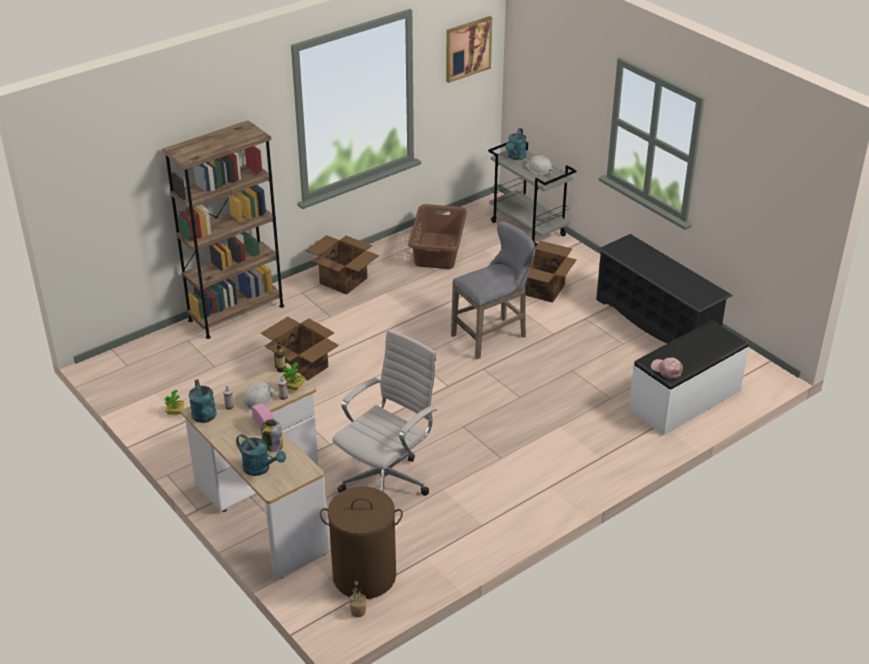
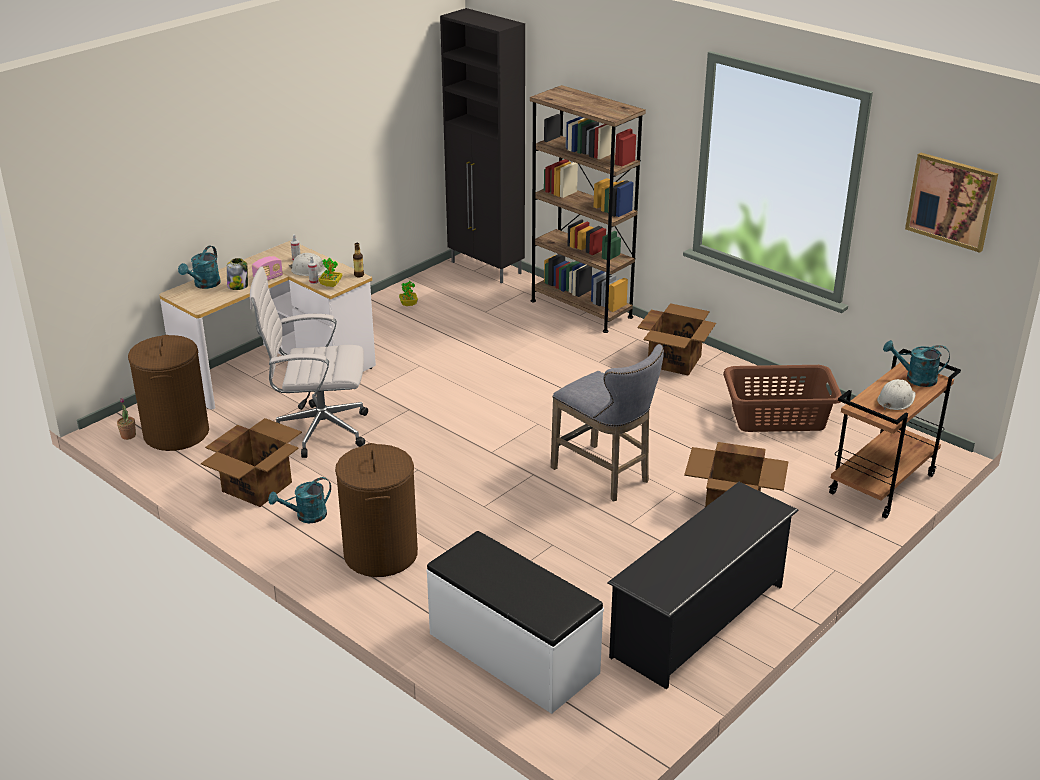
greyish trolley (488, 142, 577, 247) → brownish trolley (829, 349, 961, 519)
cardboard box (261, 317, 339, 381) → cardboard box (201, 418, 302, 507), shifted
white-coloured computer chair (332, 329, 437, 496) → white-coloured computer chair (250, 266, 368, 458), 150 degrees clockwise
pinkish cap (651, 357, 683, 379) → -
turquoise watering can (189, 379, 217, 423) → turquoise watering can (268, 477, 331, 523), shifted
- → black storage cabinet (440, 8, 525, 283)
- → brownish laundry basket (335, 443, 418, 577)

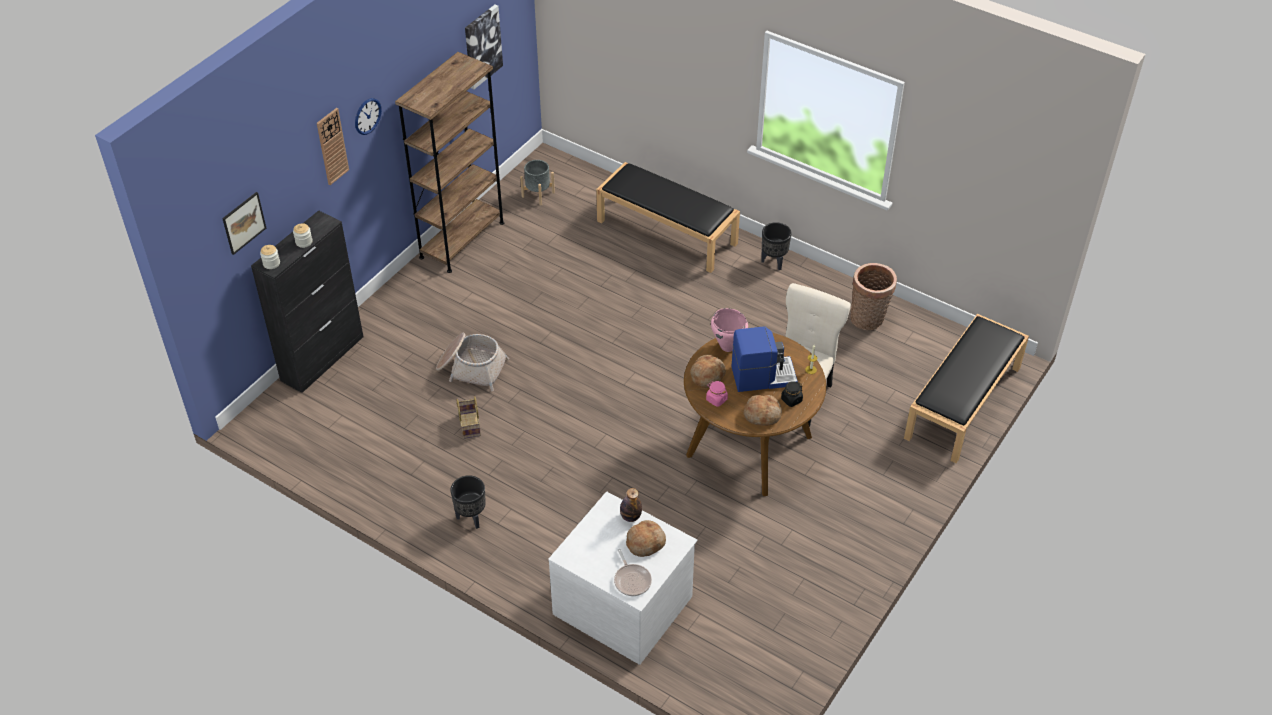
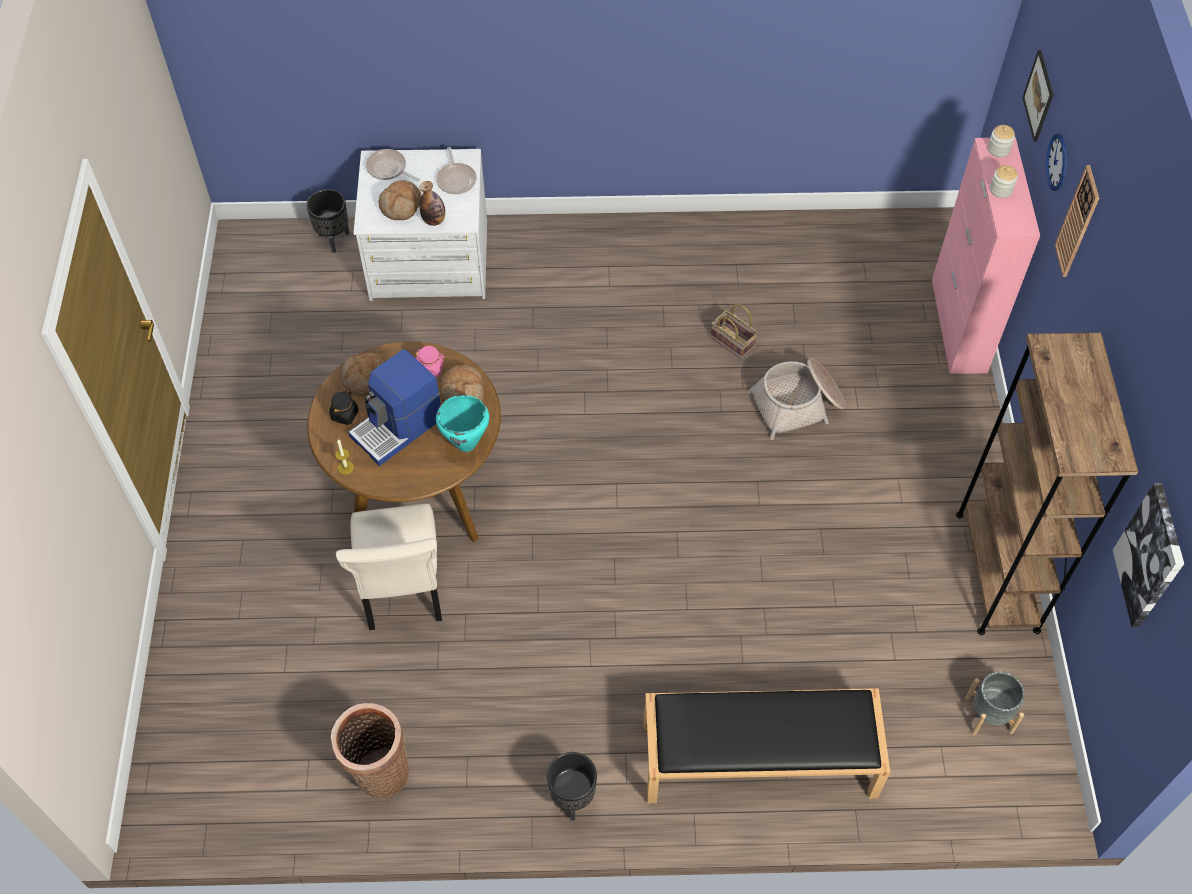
wall clock (355, 98, 382, 135) → wall clock (1046, 134, 1067, 191), shifted
black storage cabinet (251, 210, 363, 393) → pinkish storage cabinet (932, 137, 1040, 374)
pinkish saucepot (711, 308, 748, 352) → turquoise saucepot (436, 395, 489, 452)
black indoor bench (904, 314, 1029, 463) → -
black planter (450, 475, 486, 529) → black planter (306, 189, 349, 253), shifted
- → skillet (436, 147, 477, 194)

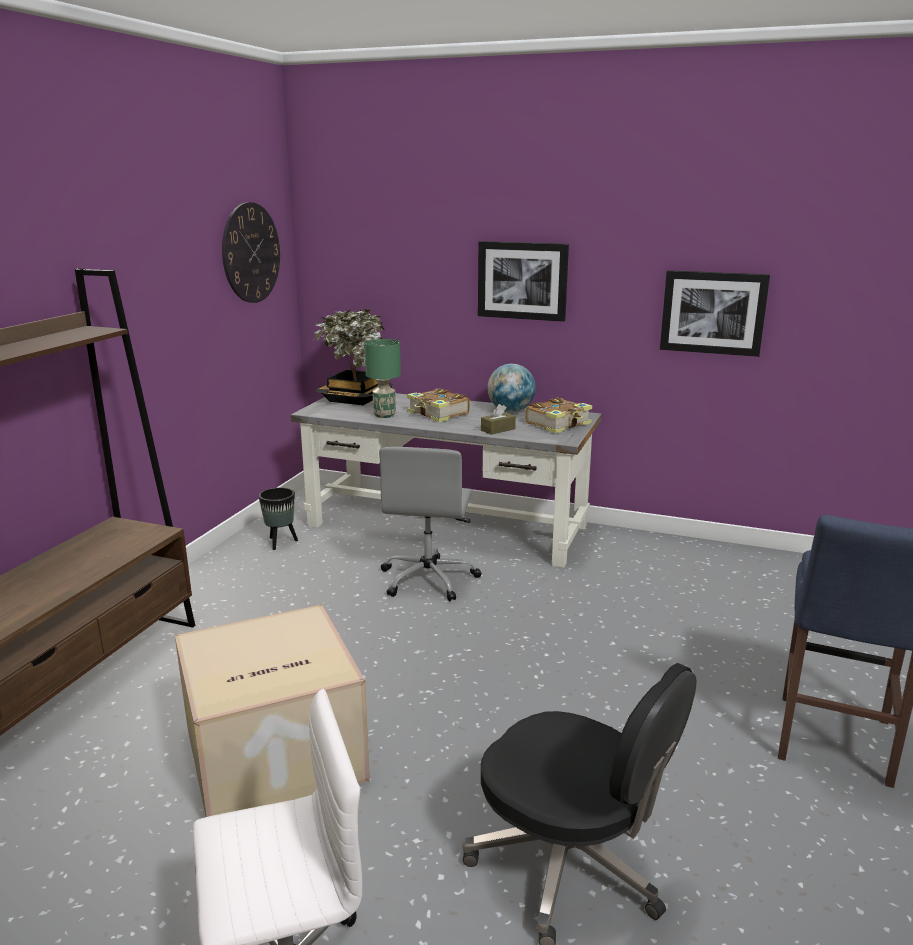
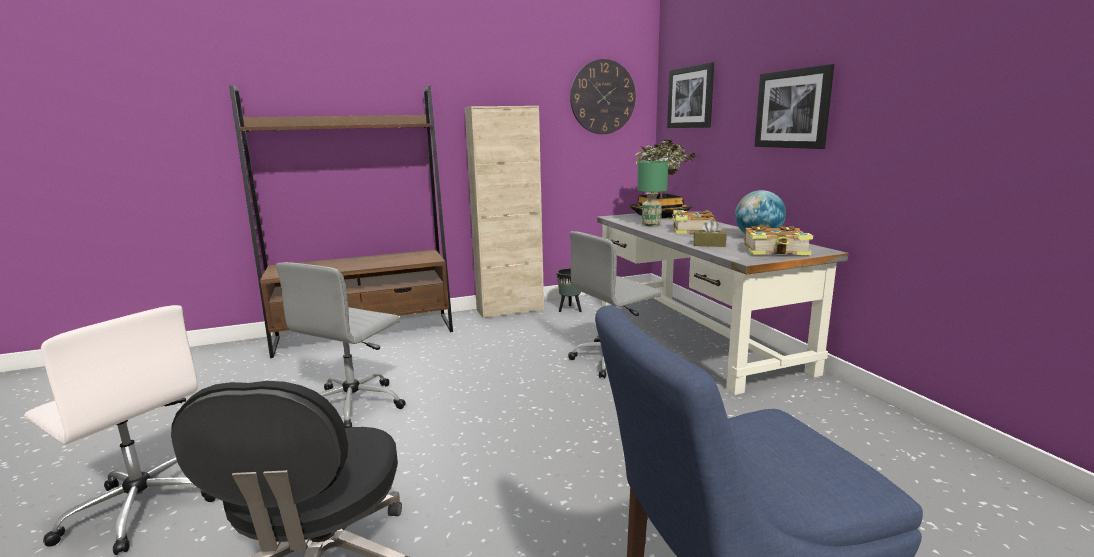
picture (660, 270, 770, 357) → picture (667, 62, 714, 128), shifted
cardboard box (175, 605, 370, 817) → greyish computer chair (276, 262, 406, 428)
- → sand-coloured storage cabinet (465, 106, 544, 319)

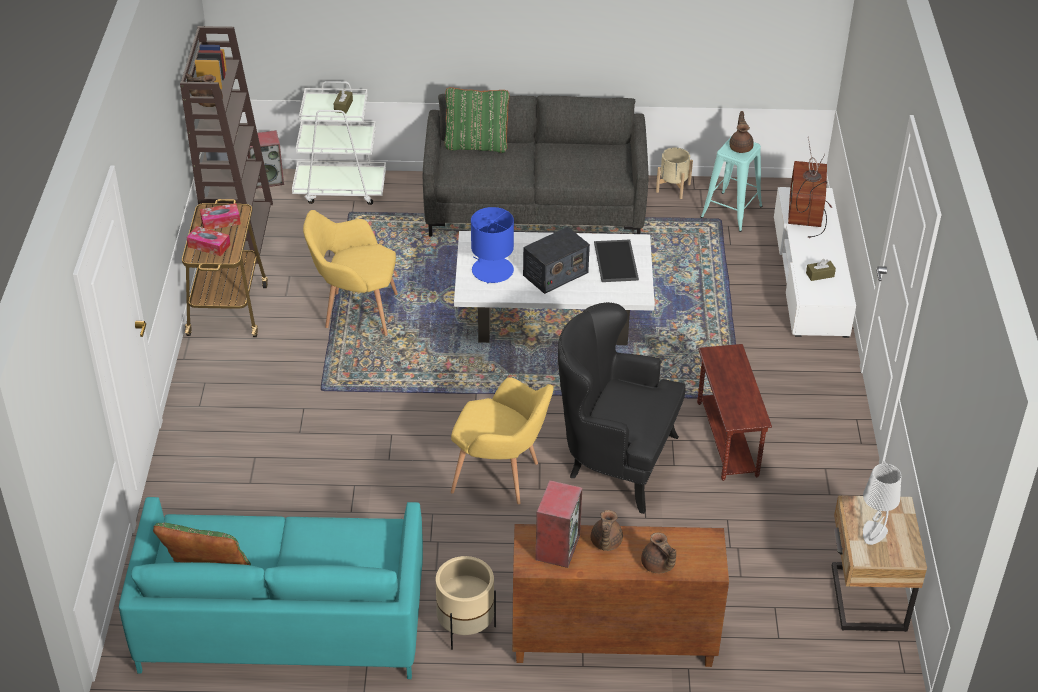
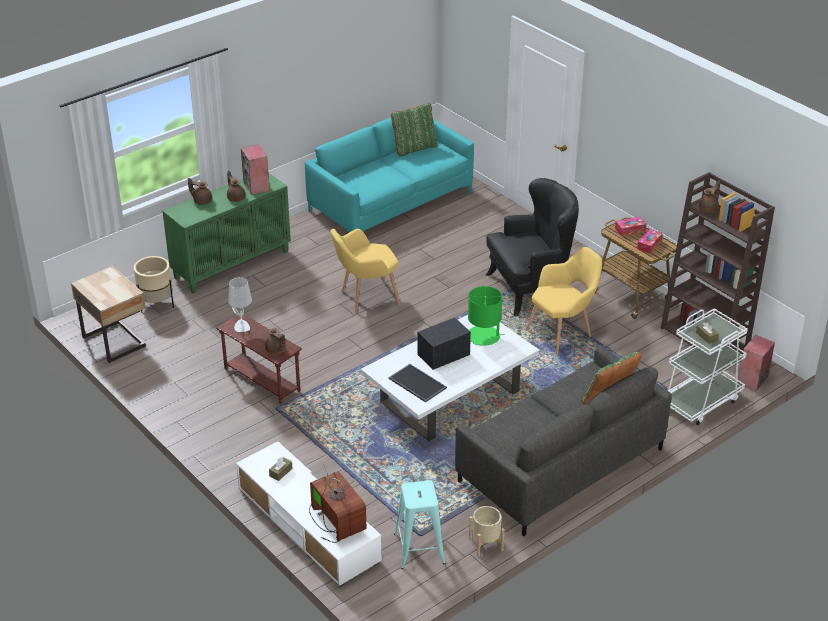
brownish pot for tea (729, 111, 754, 153) → brownish pot for tea (265, 328, 286, 354), shifted
blue-coloured table lamp (471, 207, 514, 283) → greenish table lamp (468, 286, 505, 346)
radio set (523, 227, 590, 294) → radio set (418, 317, 471, 370), 45 degrees clockwise
black armchair (558, 302, 685, 514) → black armchair (486, 178, 579, 316), shifted
greyish table lamp (863, 463, 901, 545) → greyish table lamp (228, 277, 252, 332), shifted
brownish storage cabinet (512, 524, 729, 667) → greenish storage cabinet (163, 173, 291, 294)
sand-coloured planter (436, 556, 496, 650) → sand-coloured planter (134, 256, 174, 312), shifted

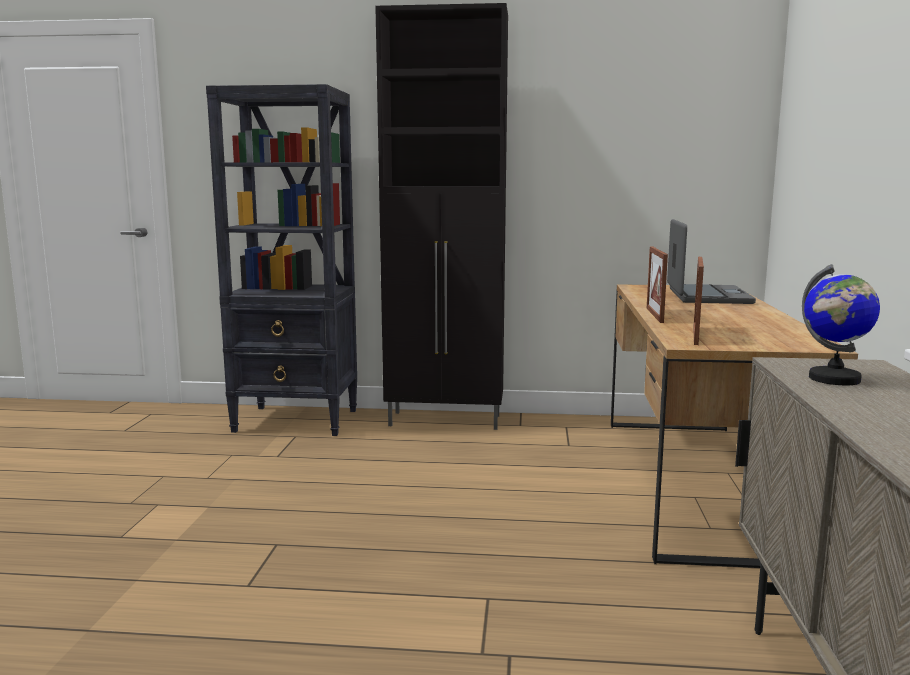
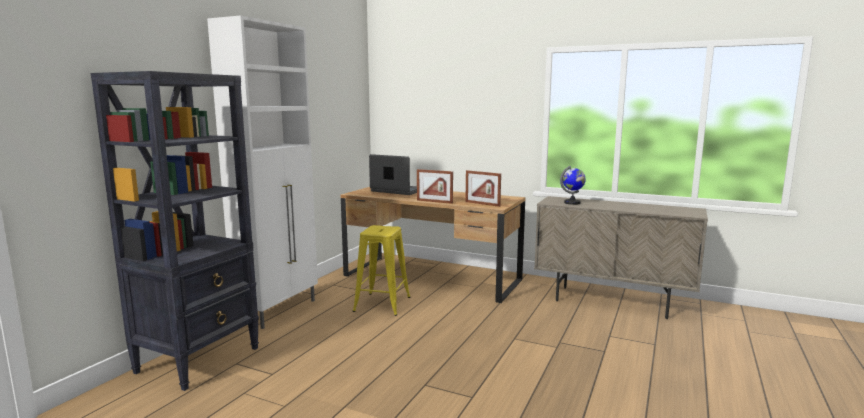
black storage cabinet (375, 3, 508, 430) → white-coloured storage cabinet (207, 15, 318, 329)
- → yellow-coloured stool seat (353, 225, 410, 316)

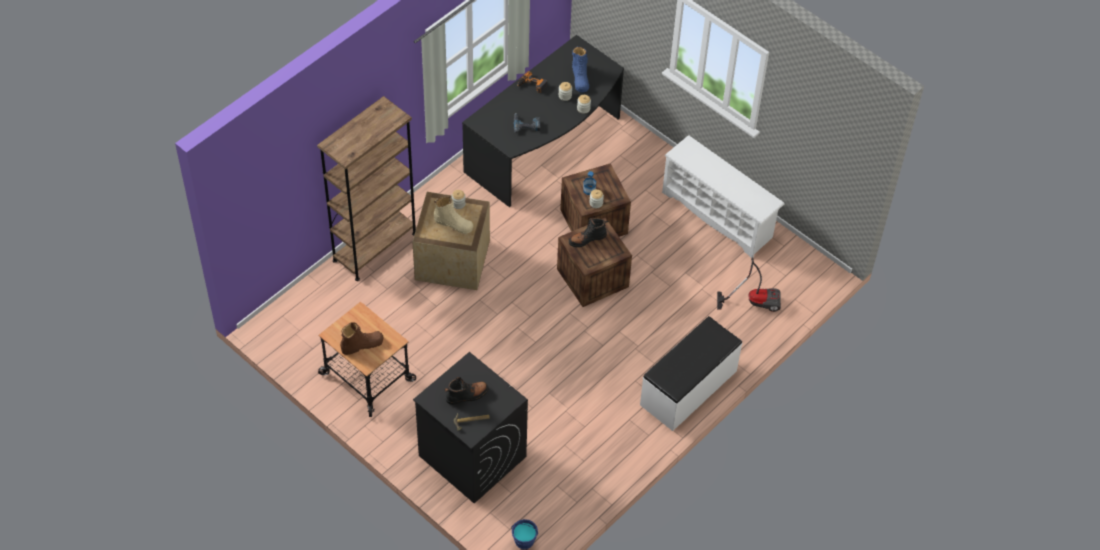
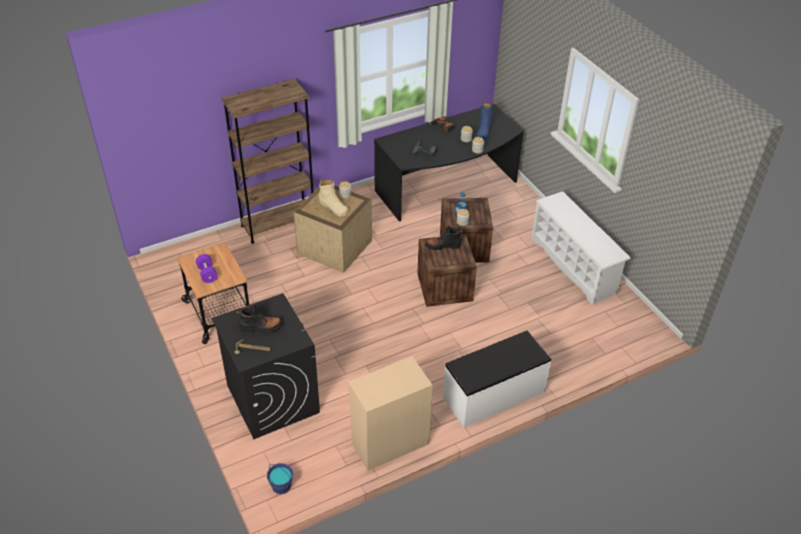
vacuum cleaner (717, 258, 781, 312) → -
brownish high-top boot (340, 322, 383, 355) → purple hand weight (196, 254, 218, 283)
- → sand-coloured storage cabinet (348, 356, 432, 471)

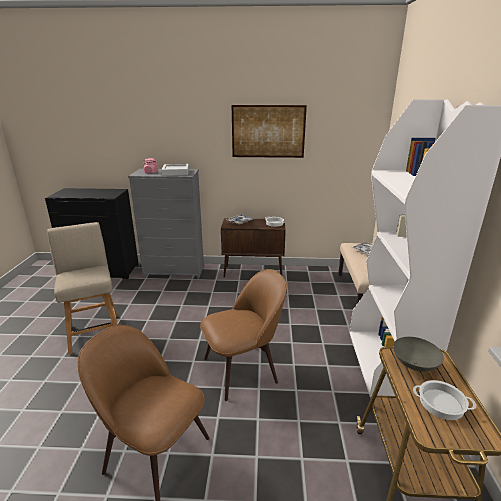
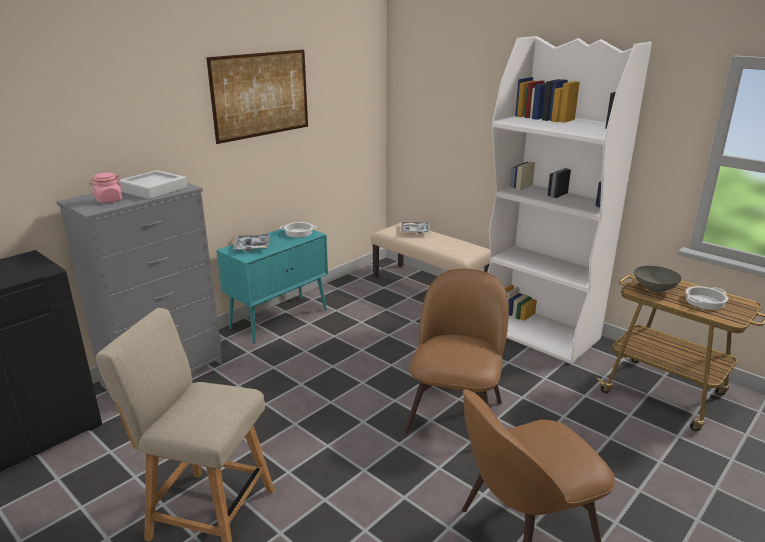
brownish storage cabinet (221, 218, 286, 278) → turquoise storage cabinet (216, 228, 328, 344)

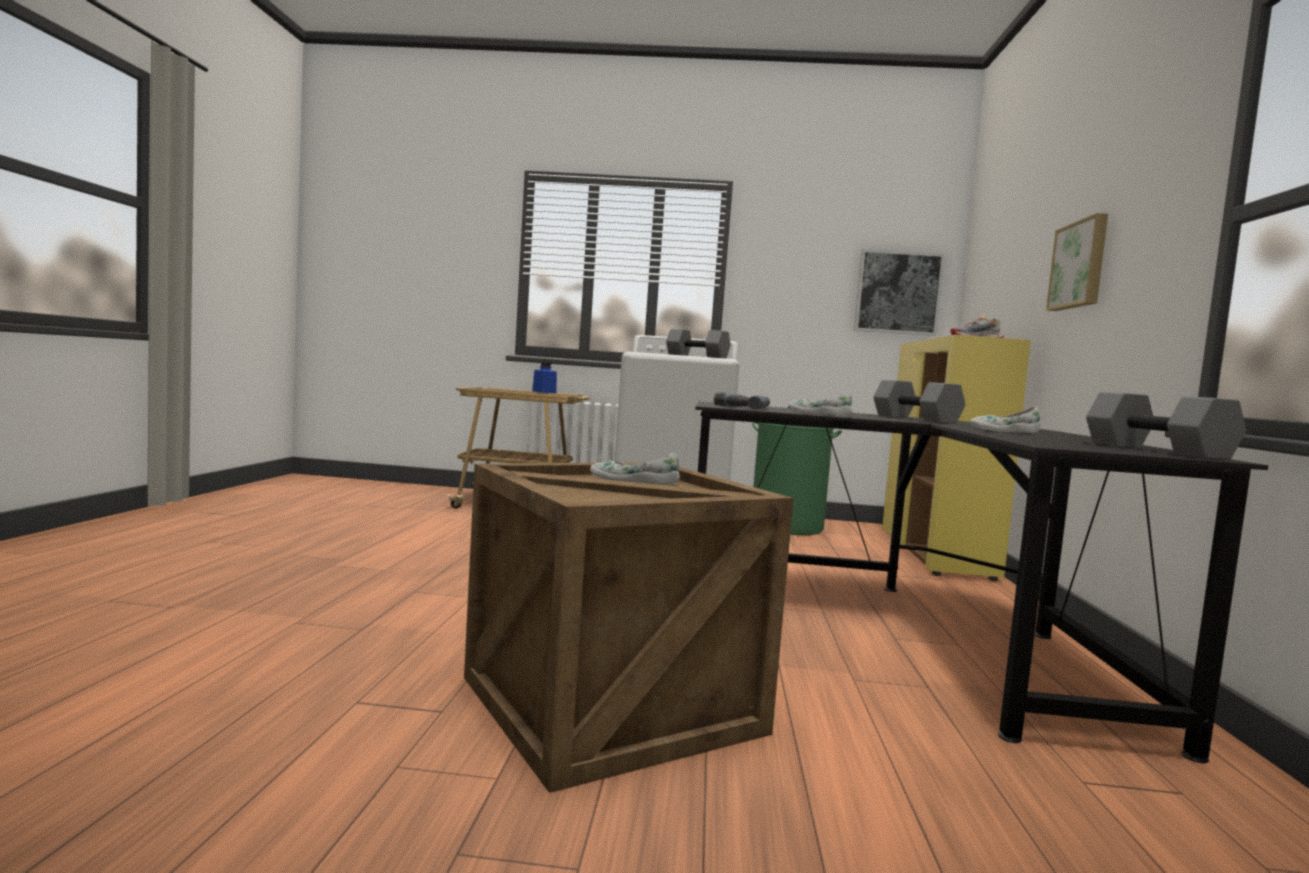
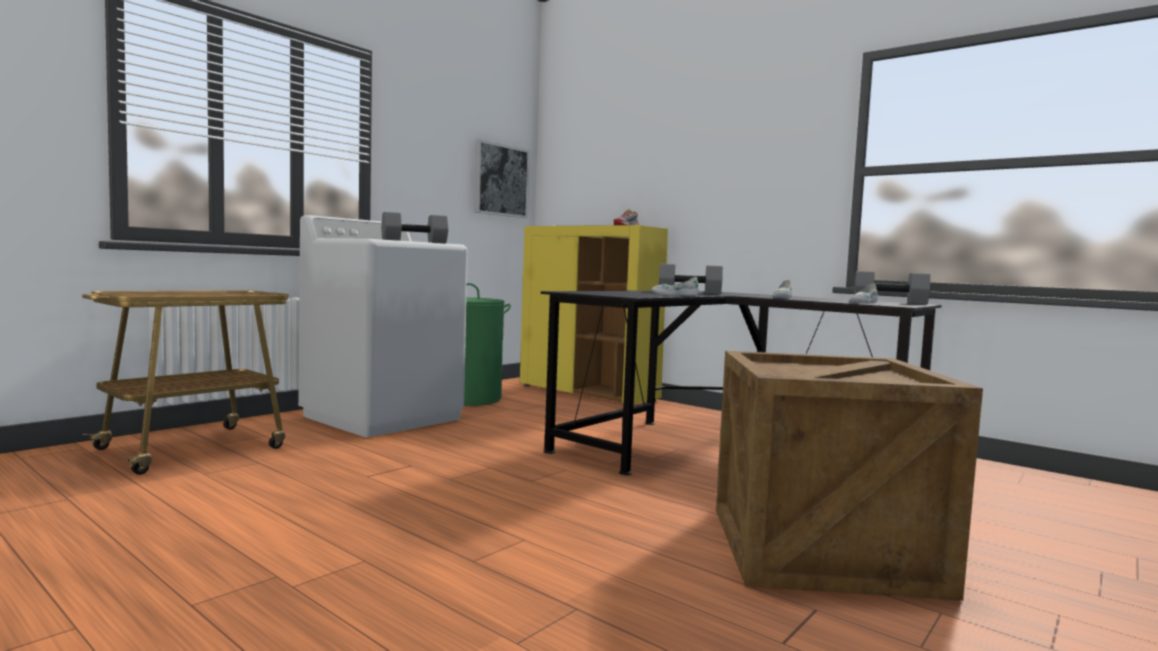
picture (1046, 213, 1108, 311) → -
blue-coloured jar (532, 363, 557, 393) → -
electric drill (714, 392, 770, 409) → -
white-coloured low shoe (590, 452, 680, 485) → white-coloured low shoe (850, 284, 878, 304), shifted

